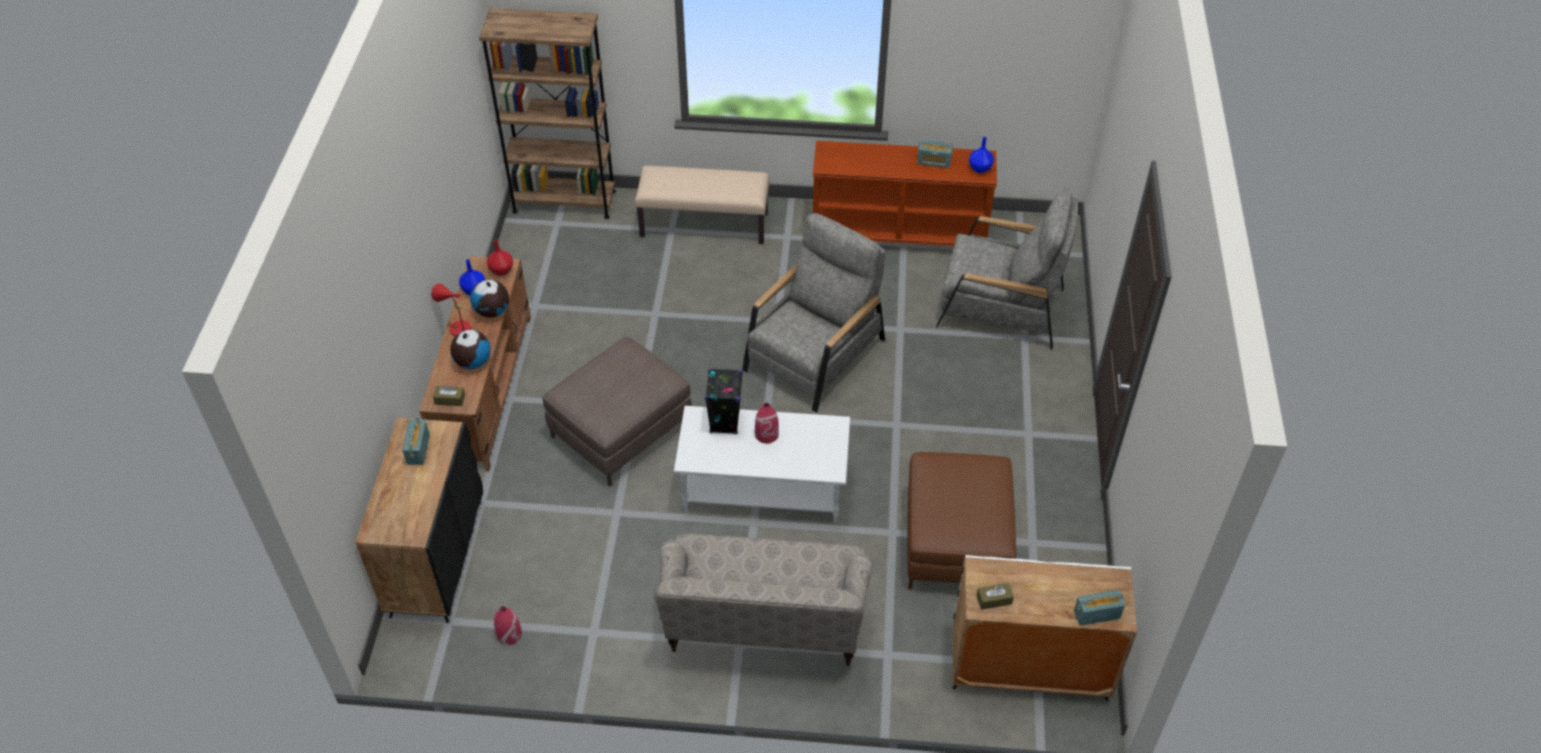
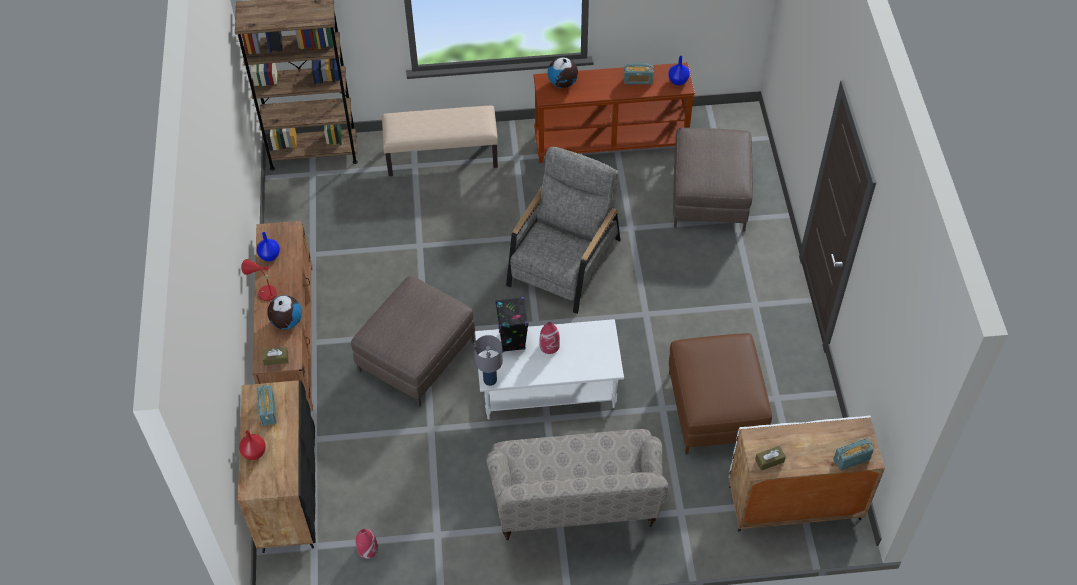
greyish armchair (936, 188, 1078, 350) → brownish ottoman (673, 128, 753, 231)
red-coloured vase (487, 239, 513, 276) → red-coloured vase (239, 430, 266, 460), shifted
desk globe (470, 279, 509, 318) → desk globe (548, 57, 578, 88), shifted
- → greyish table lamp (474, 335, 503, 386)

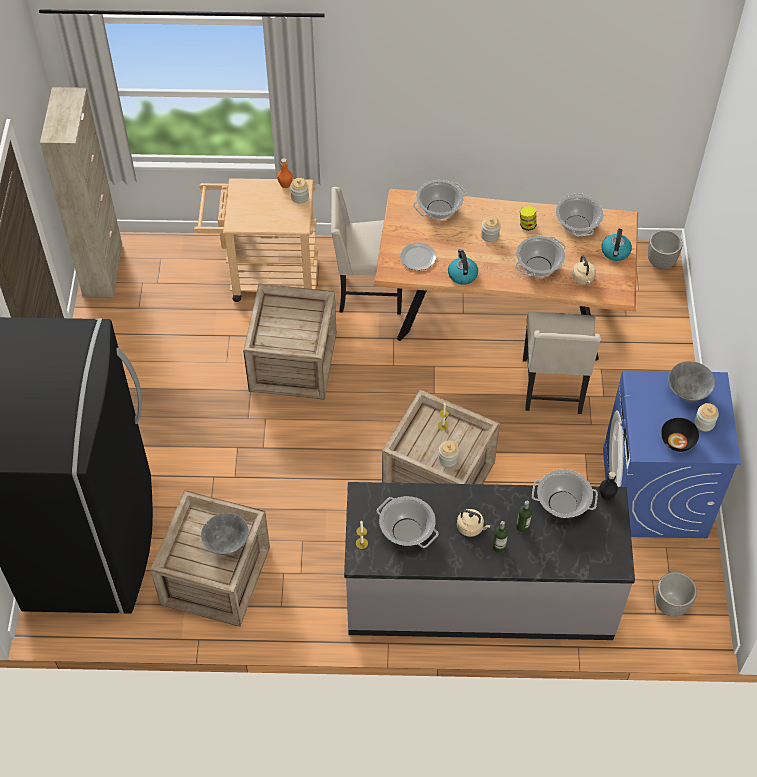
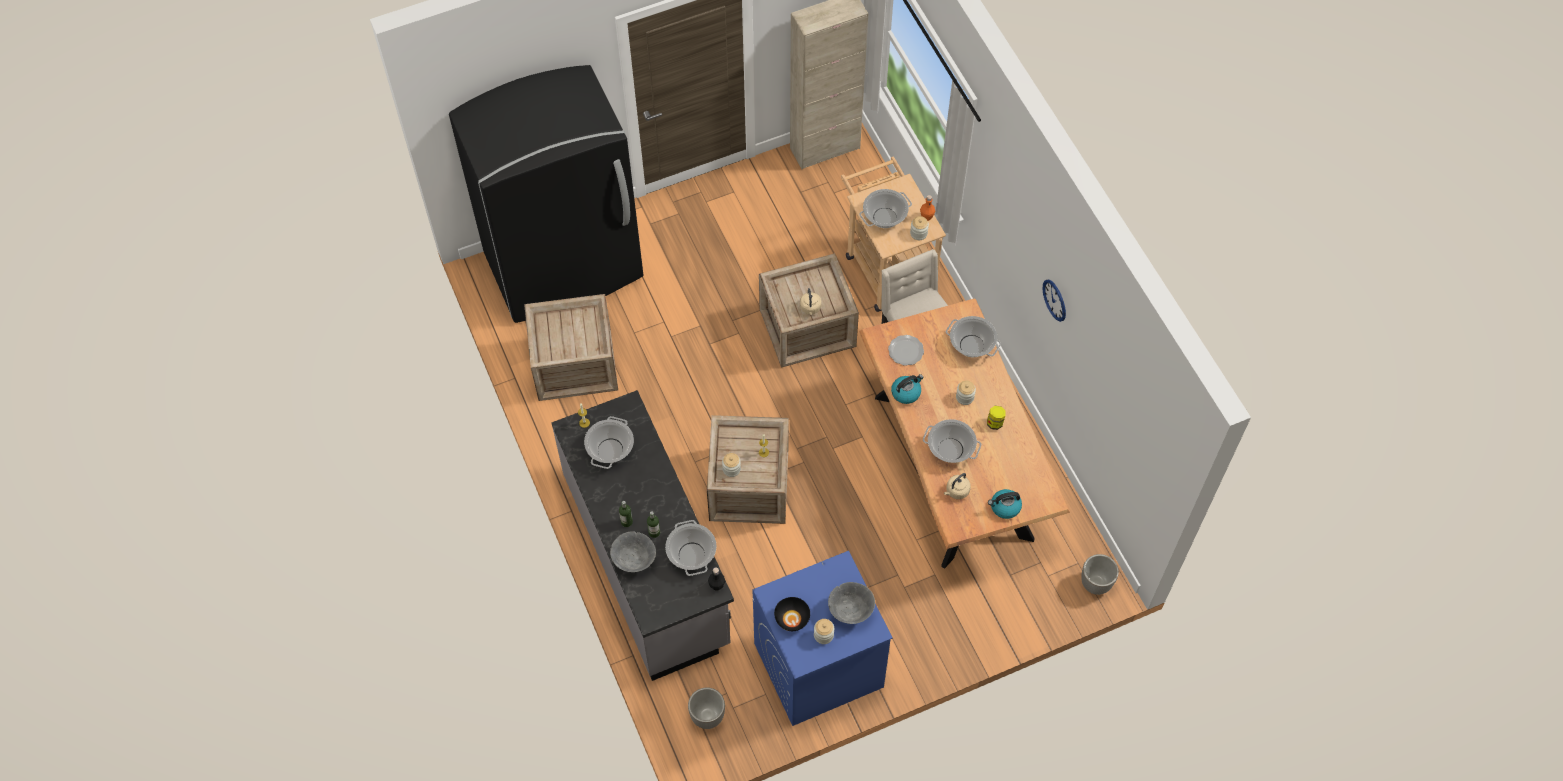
saucepot (556, 193, 604, 236) → saucepot (859, 189, 912, 228), shifted
sand-coloured upright chair (523, 312, 601, 414) → -
sand-coloured water kettle (457, 509, 490, 537) → sand-coloured water kettle (800, 288, 821, 315), shifted
greyish serving bowl (201, 513, 249, 554) → greyish serving bowl (610, 531, 656, 572), shifted
- → wall clock (1043, 279, 1066, 322)

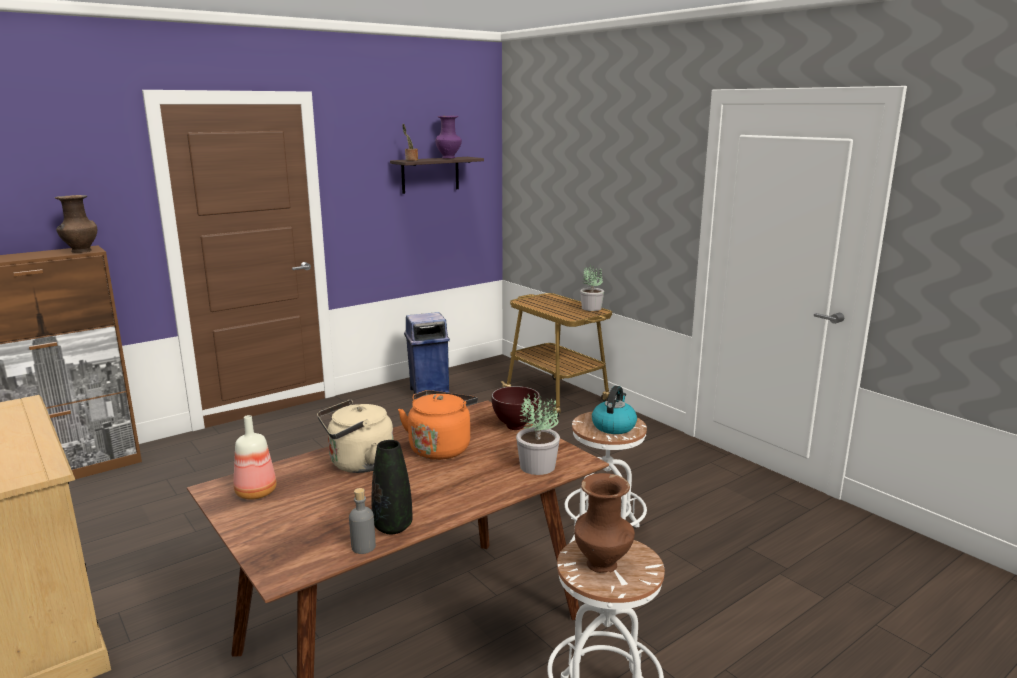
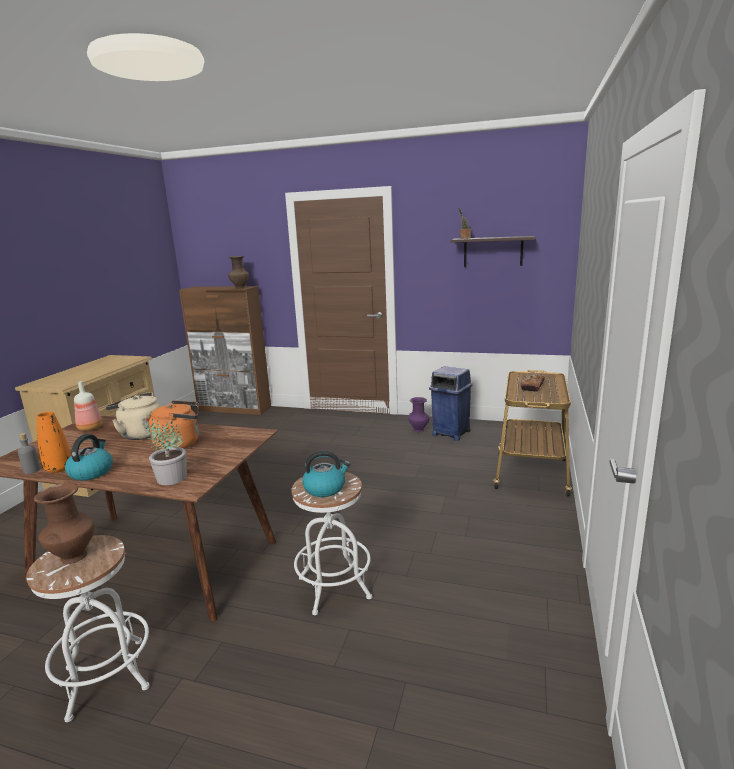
purple vase (435, 116, 462, 158) → purple vase (408, 397, 430, 432), shifted
houseplant (580, 264, 604, 311) → -
brownish serving bowl (492, 386, 540, 430) → -
black vase (371, 440, 412, 534) → orange-coloured vase (37, 412, 71, 473)
- → bread (520, 371, 545, 392)
- → water kettle (65, 434, 113, 481)

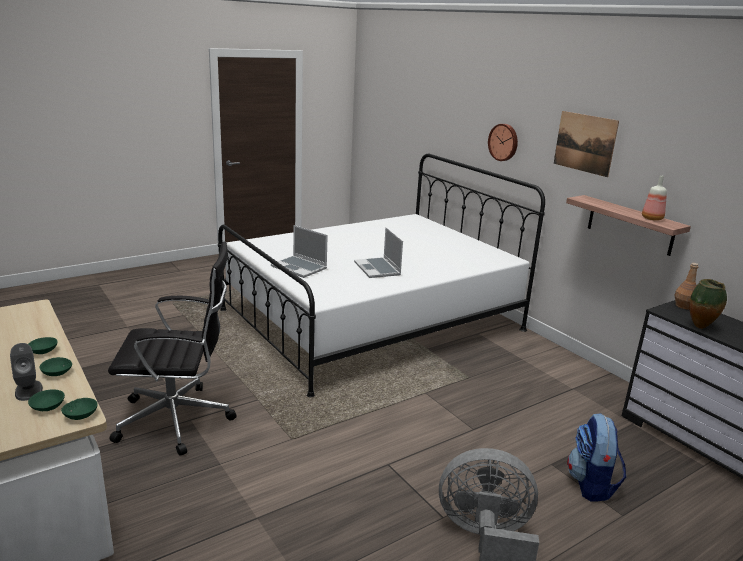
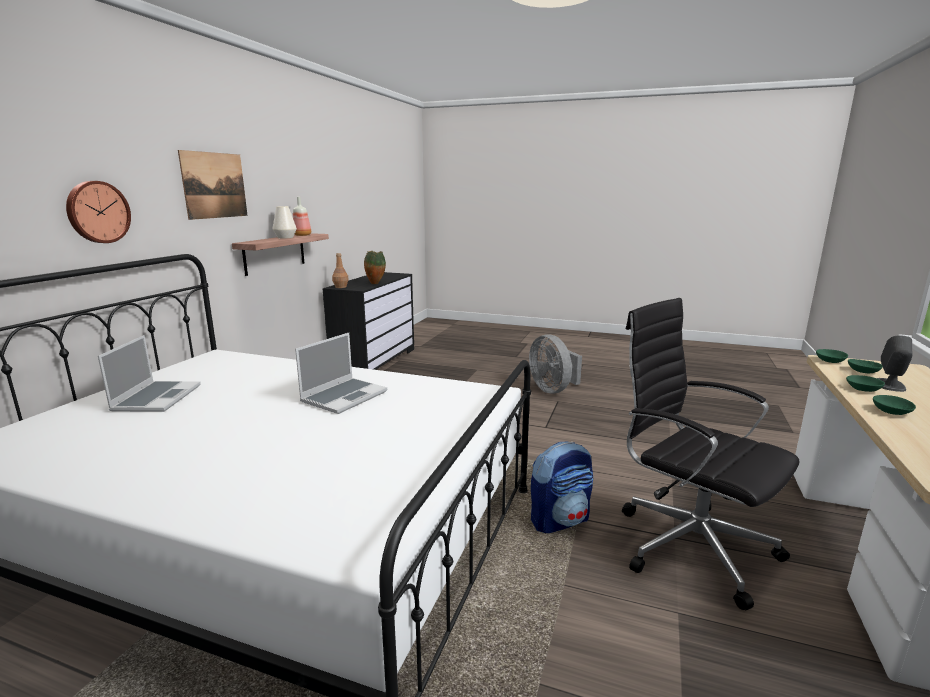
laptop (271, 225, 328, 278) → laptop (98, 335, 201, 412), shifted
rucksack (567, 414, 626, 502) → rucksack (531, 442, 593, 533), shifted
- → white-coloured vase (272, 206, 297, 238)

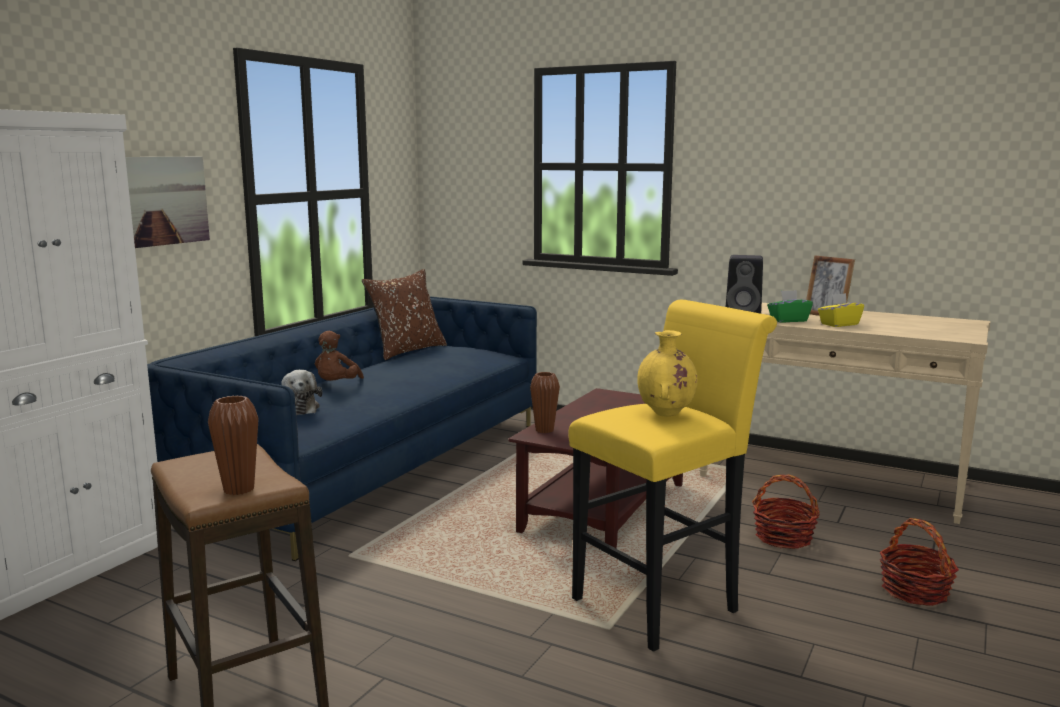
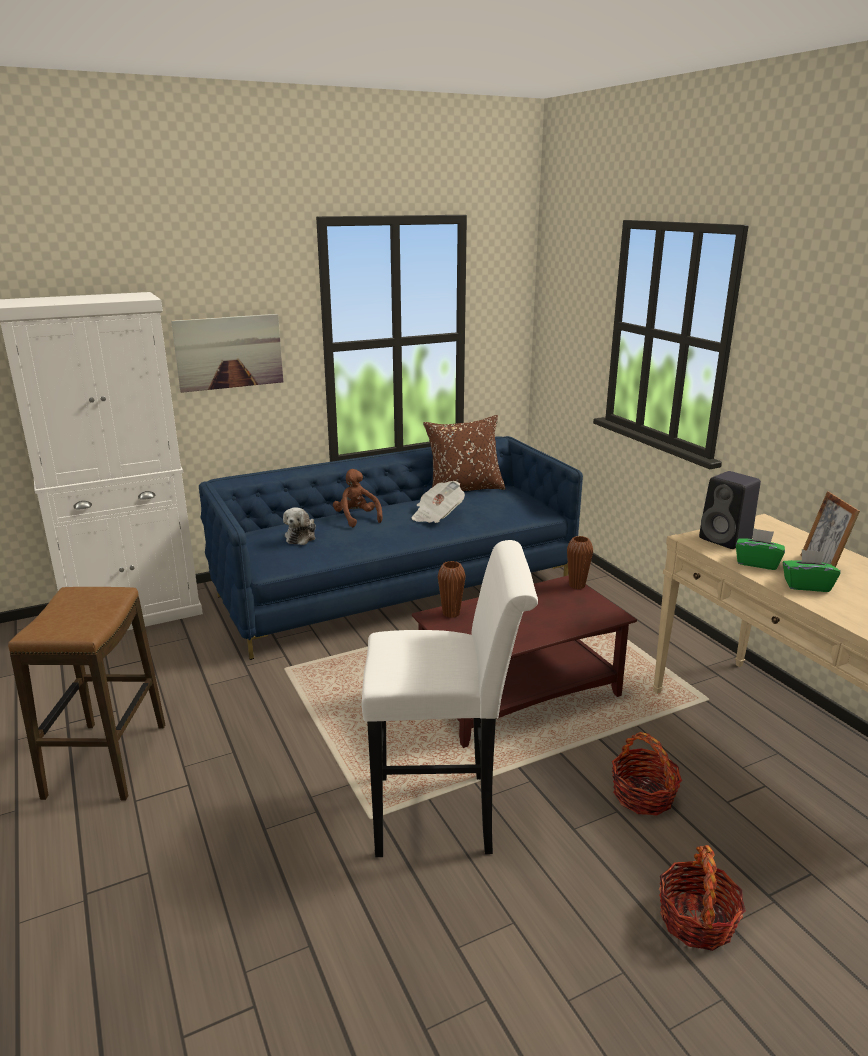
yellow-coloured tissue box (818, 293, 864, 327) → greenish tissue box (782, 550, 841, 592)
yellow-coloured stool seat (568, 300, 777, 652) → white-coloured stool seat (362, 540, 538, 857)
yellow-coloured vase (637, 330, 698, 416) → -
brownish soft toy (315, 331, 364, 381) → brownish soft toy (333, 469, 383, 527), 105 degrees clockwise
brownish vase (208, 395, 259, 495) → brownish vase (567, 536, 593, 589), shifted
- → daily paper (412, 481, 465, 523)

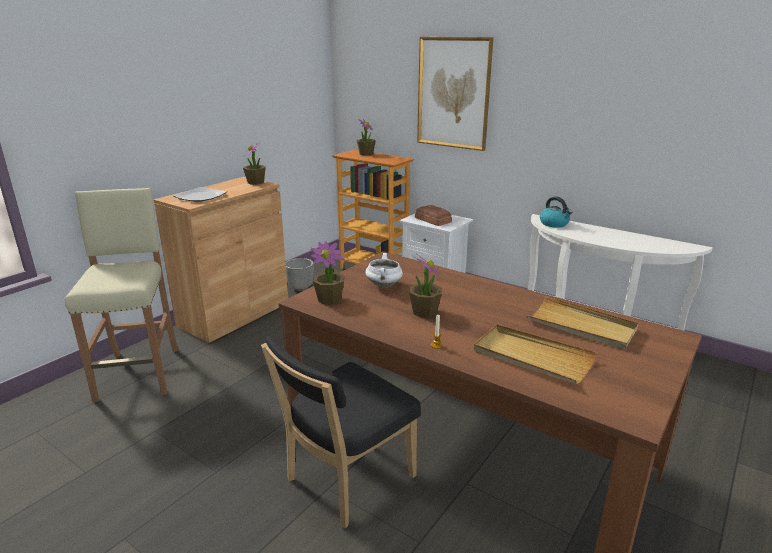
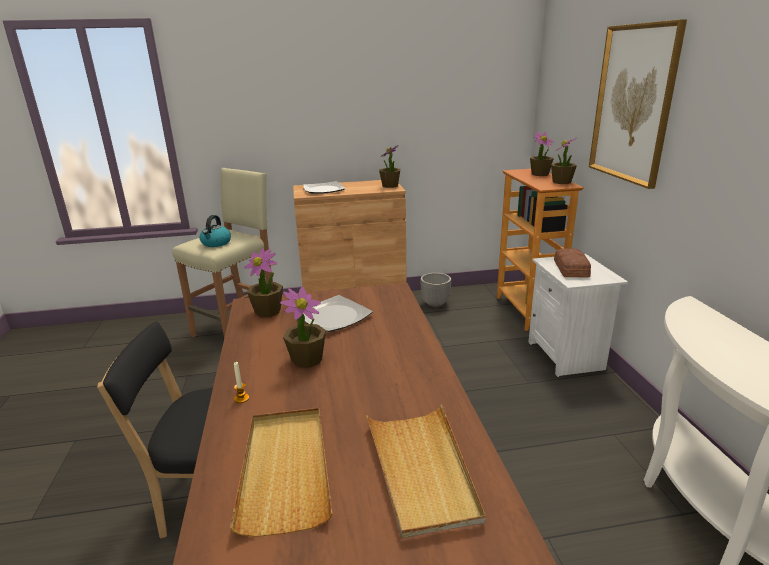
water kettle (540, 197, 572, 228) → water kettle (199, 215, 231, 247), shifted
white-coloured saucepot (365, 253, 403, 287) → plate (303, 295, 373, 332)
- → houseplant (551, 137, 577, 184)

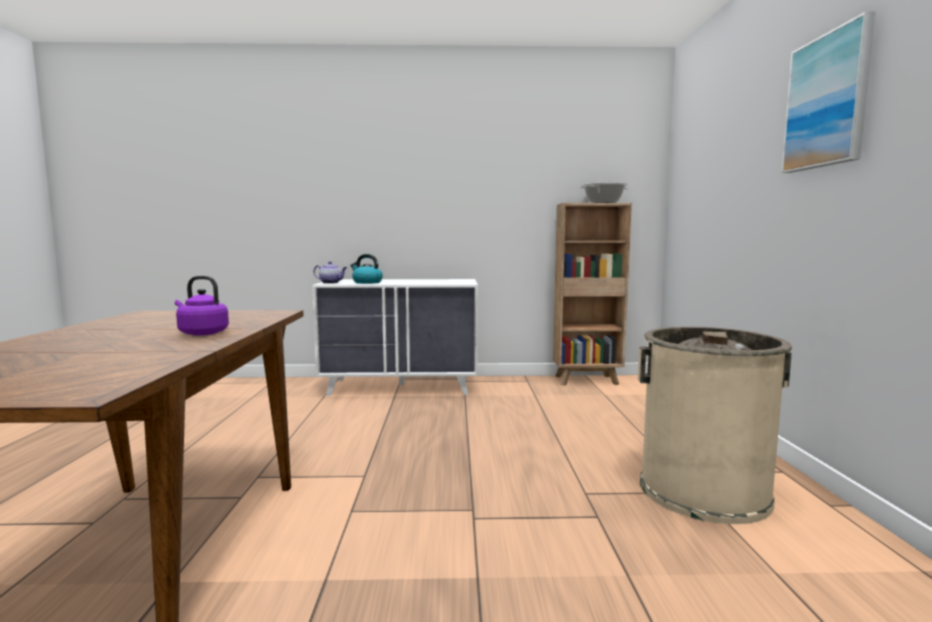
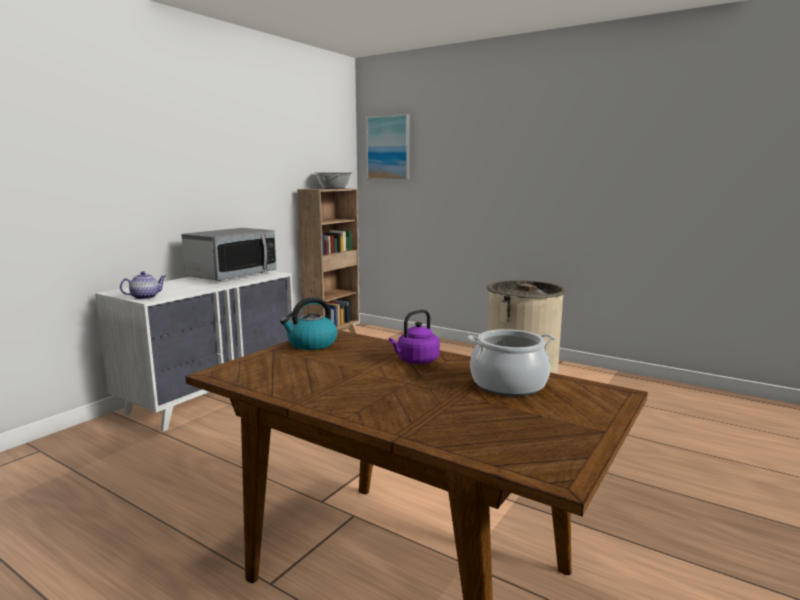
picture (782, 11, 875, 173) → picture (366, 114, 410, 180), shifted
water kettle (351, 254, 383, 284) → water kettle (280, 297, 337, 350), shifted
- → microwave oven (181, 228, 277, 281)
- → saucepot (468, 329, 555, 397)

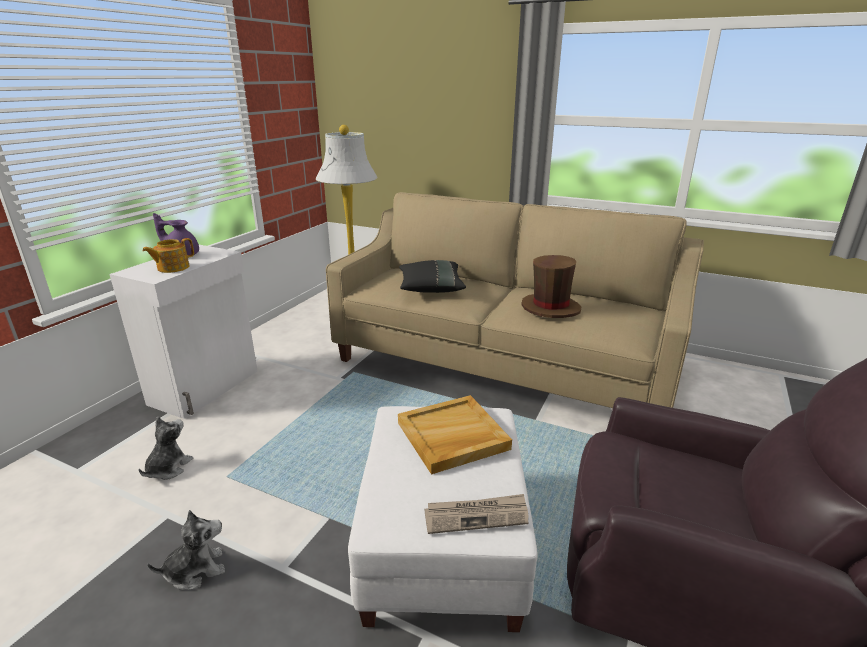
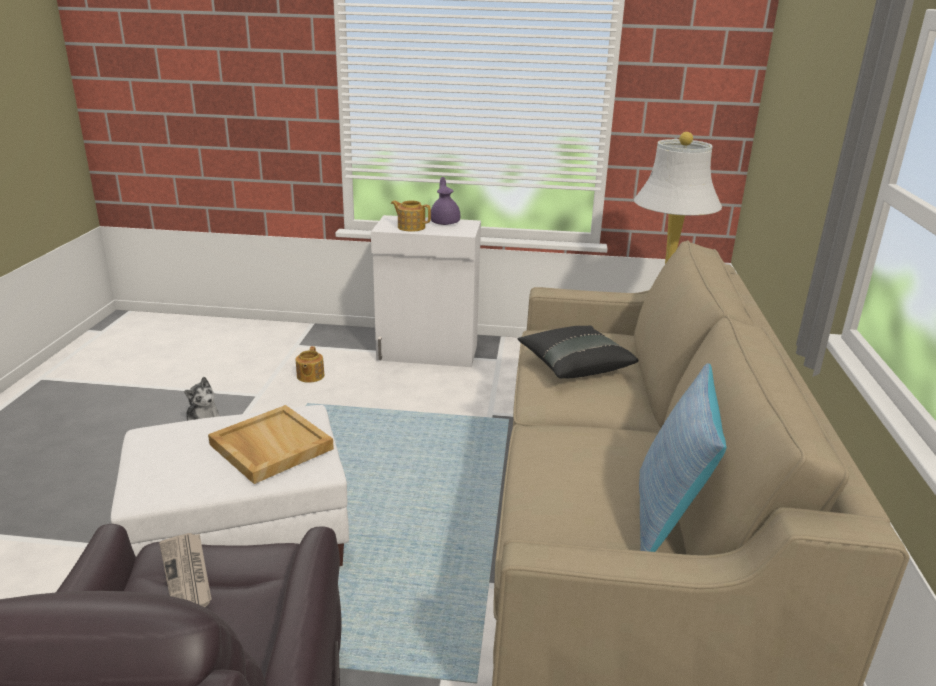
brownish clothing hat (521, 255, 581, 318) → -
soft toy (139, 416, 193, 480) → pot for tea (296, 346, 324, 383)
daily paper (424, 494, 529, 534) → daily paper (159, 533, 211, 607), shifted
- → throw pillow (639, 363, 727, 552)

